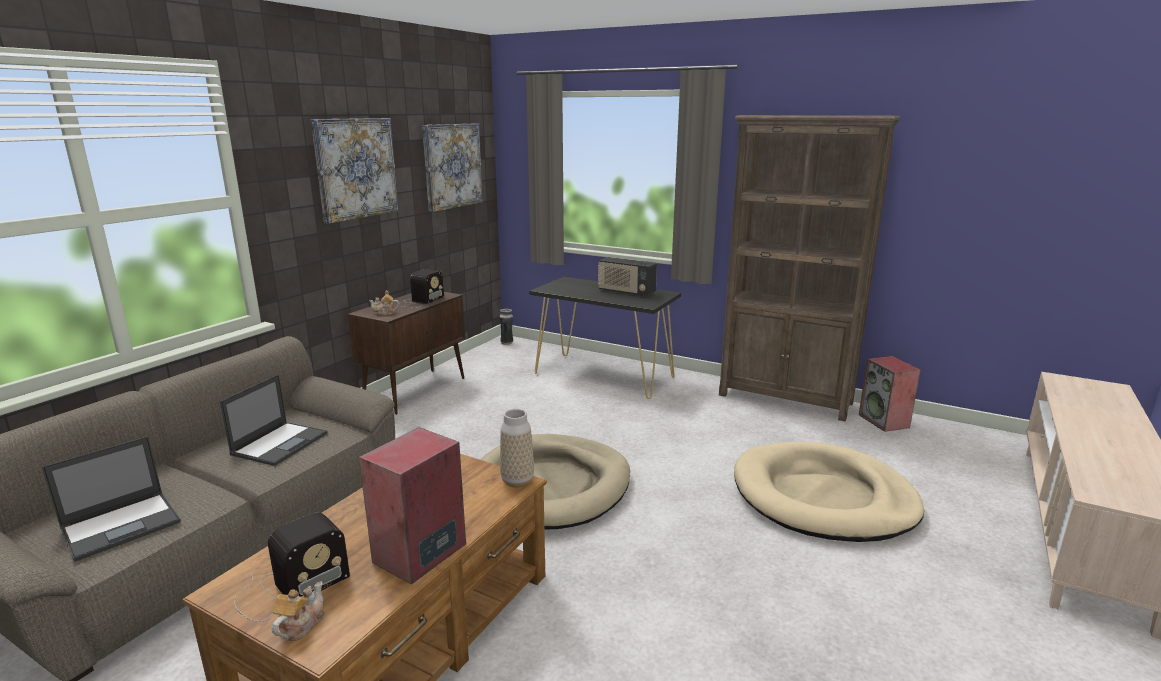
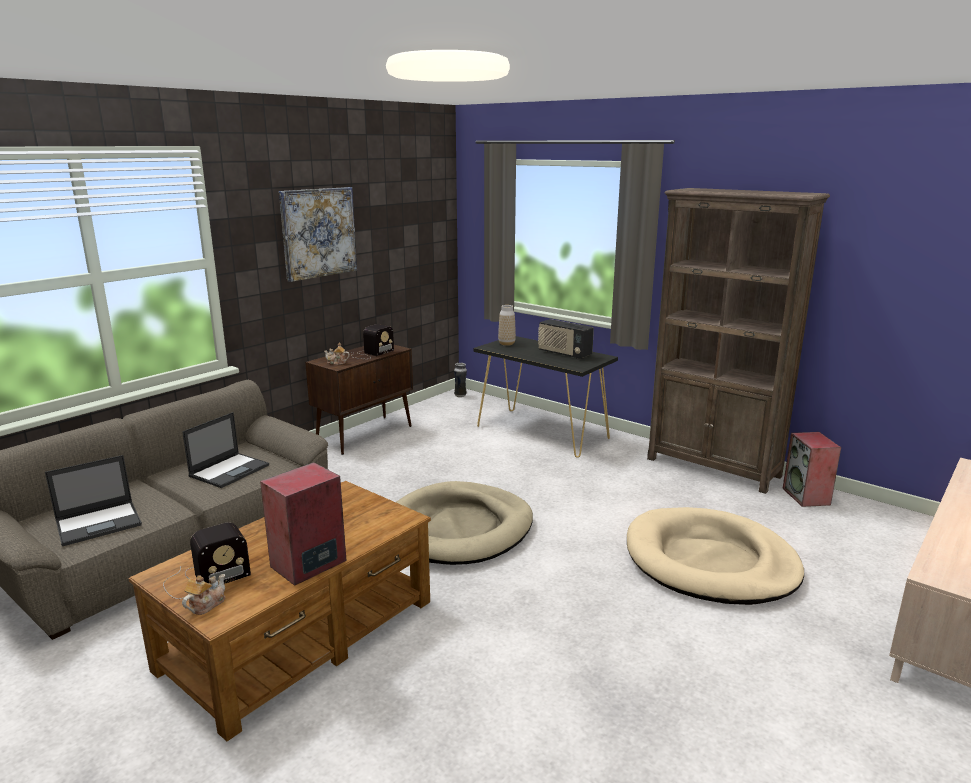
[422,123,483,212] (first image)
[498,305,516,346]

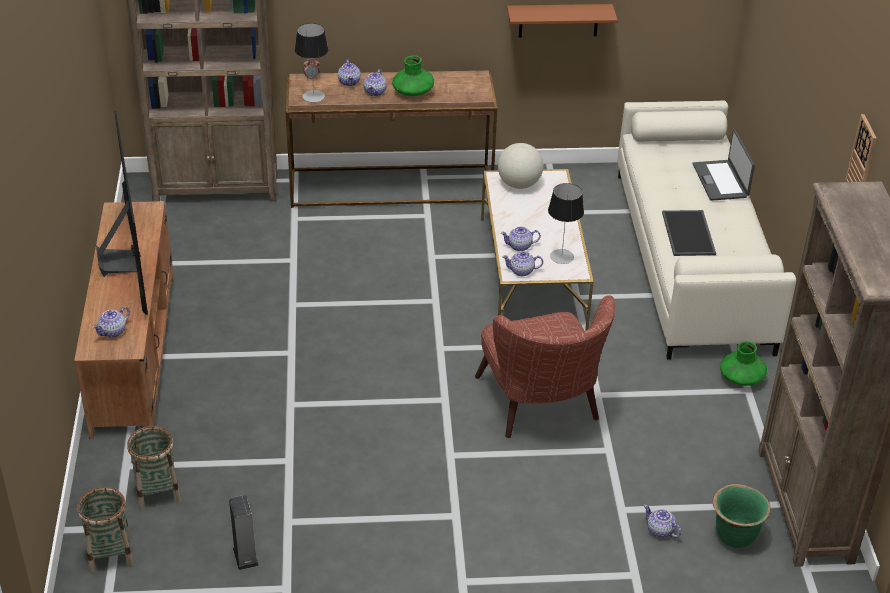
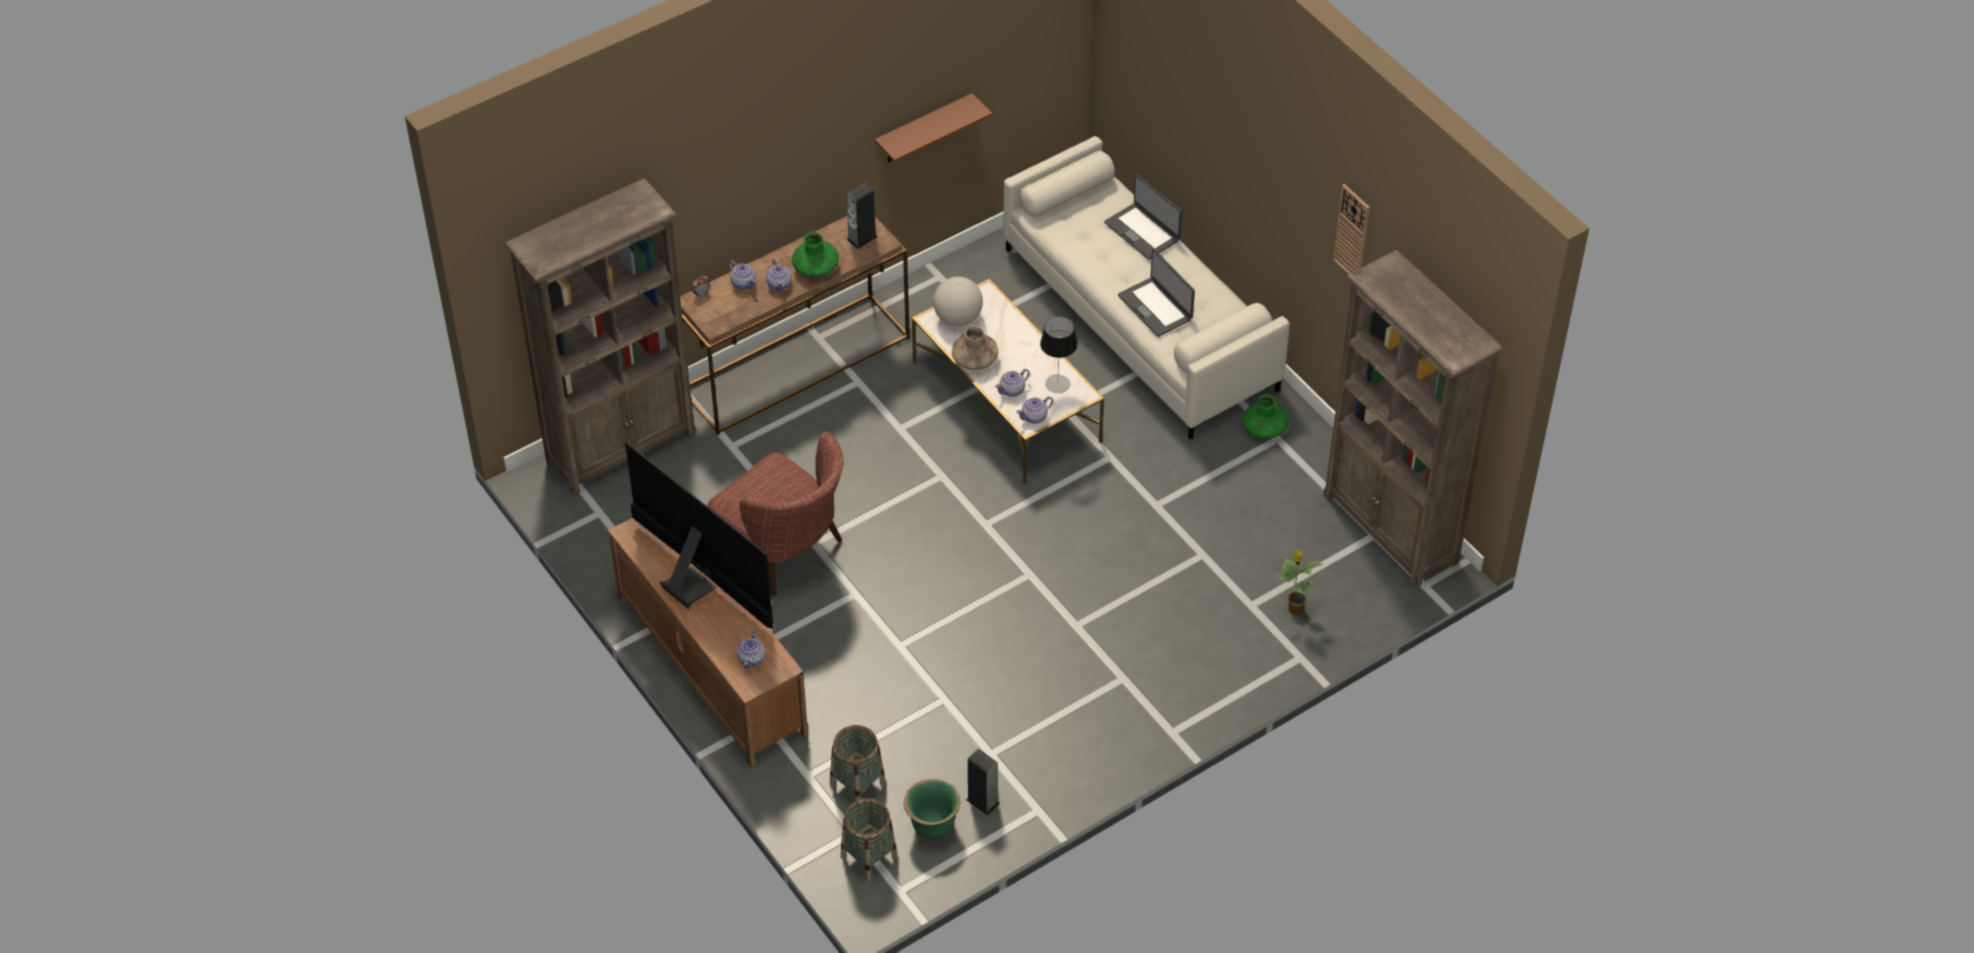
[295,23,329,102] (first image)
[1118,249,1195,337]
[706,431,843,596]
[904,779,960,841]
[1276,550,1324,615]
[846,182,877,249]
[952,325,998,370]

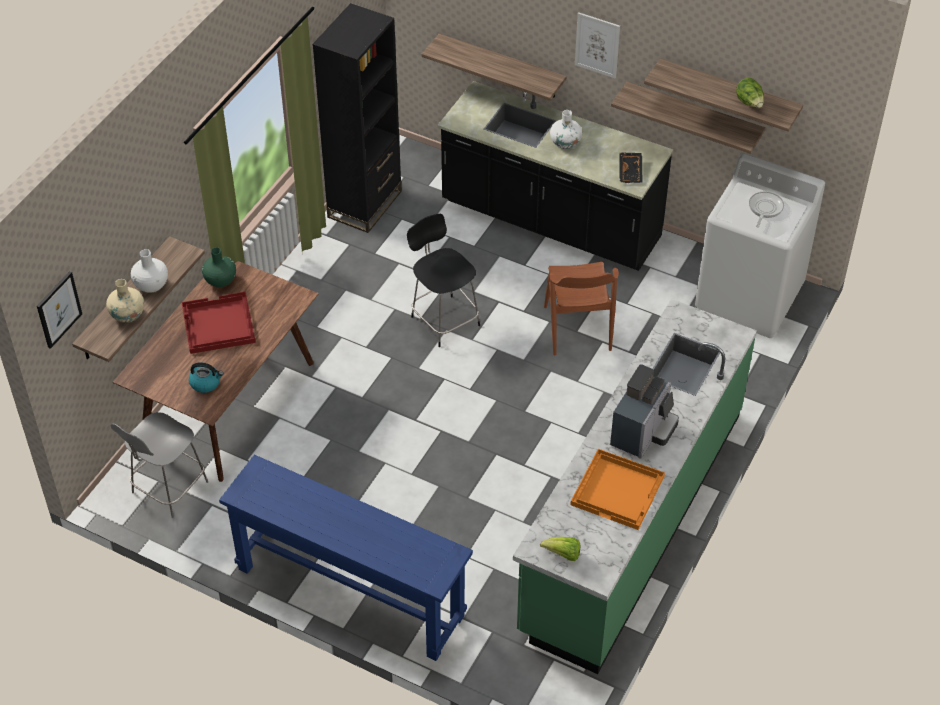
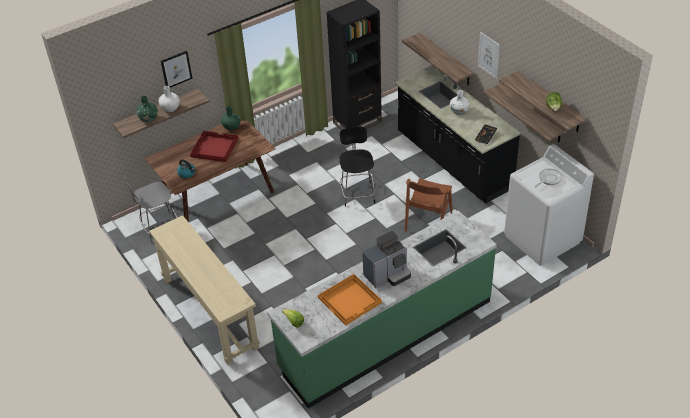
[161,51,192,88]
[136,96,158,122]
[149,215,260,365]

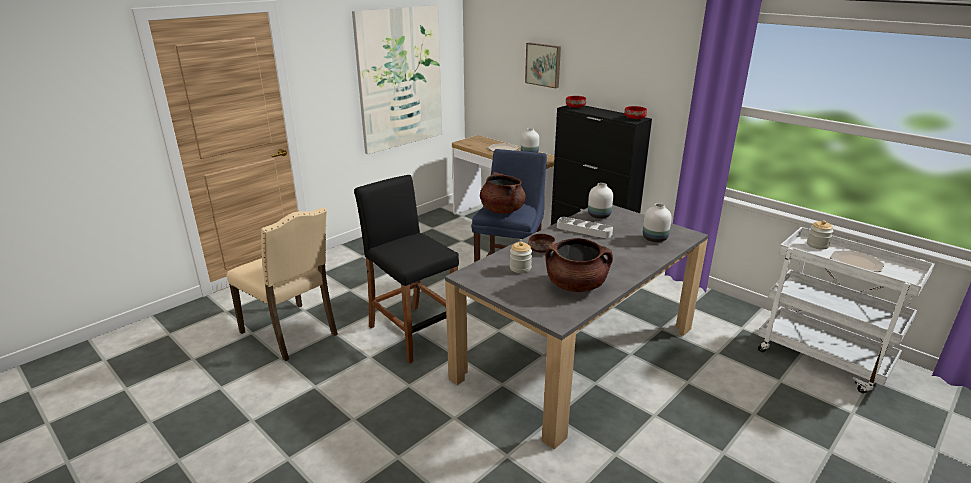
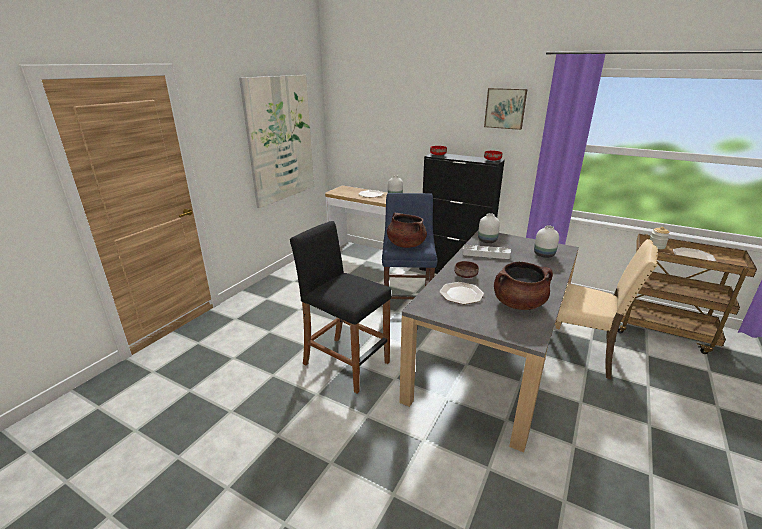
[484,88,528,130]
[556,239,658,379]
[618,234,757,354]
[439,282,484,304]

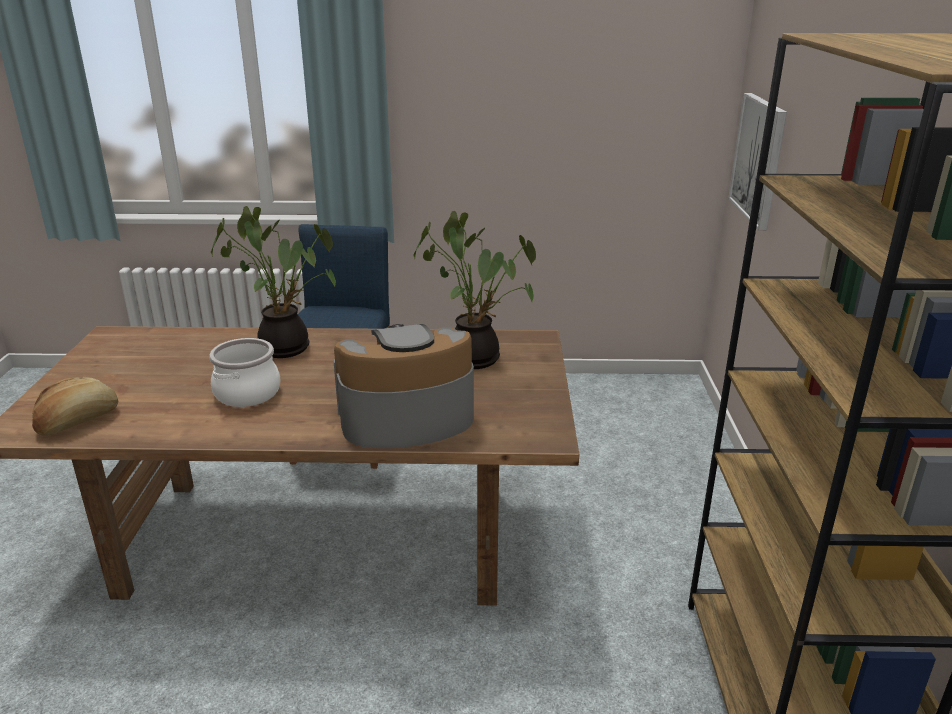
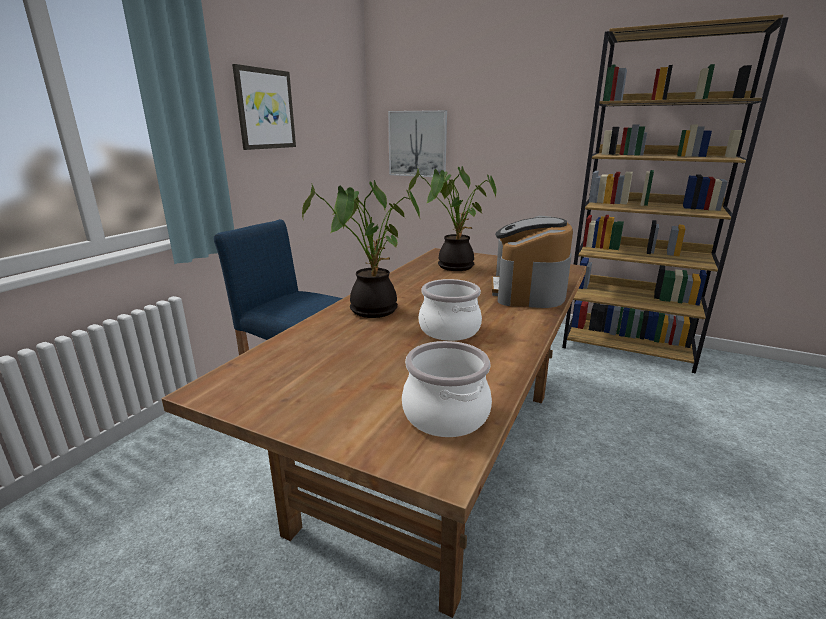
[402,341,492,437]
[232,64,296,150]

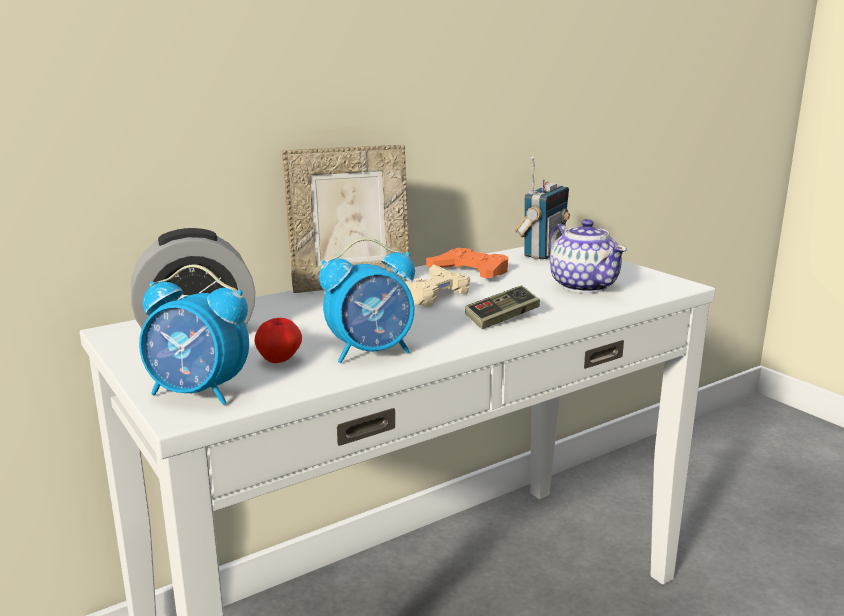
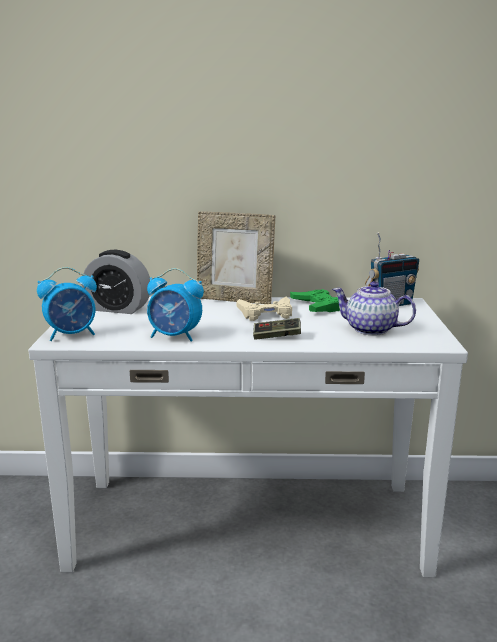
[332,281,416,336]
[290,289,340,312]
[37,267,97,341]
[254,318,302,363] (first image)

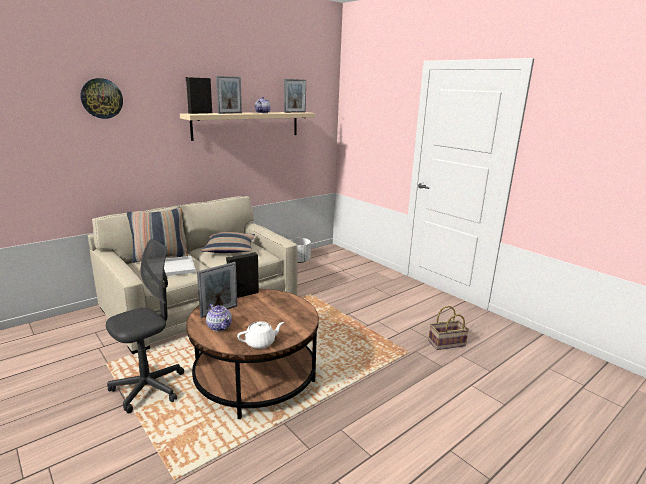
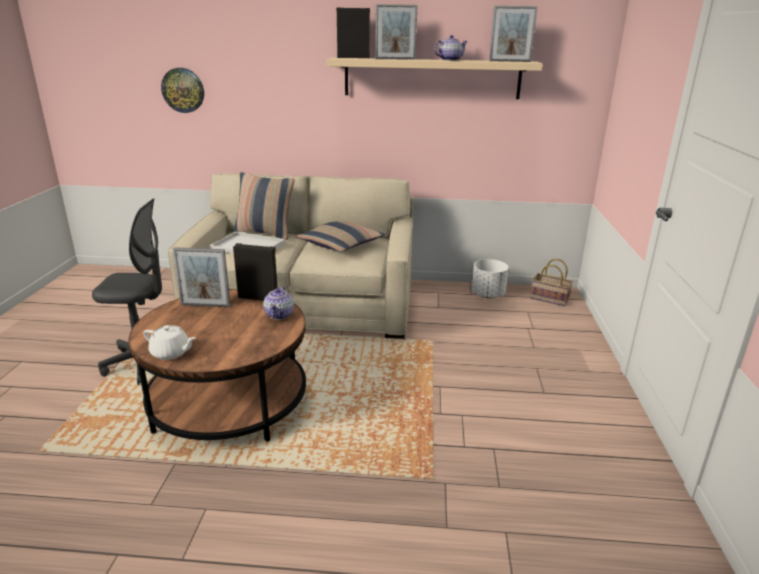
[161,68,204,113]
[263,286,294,320]
[530,259,573,306]

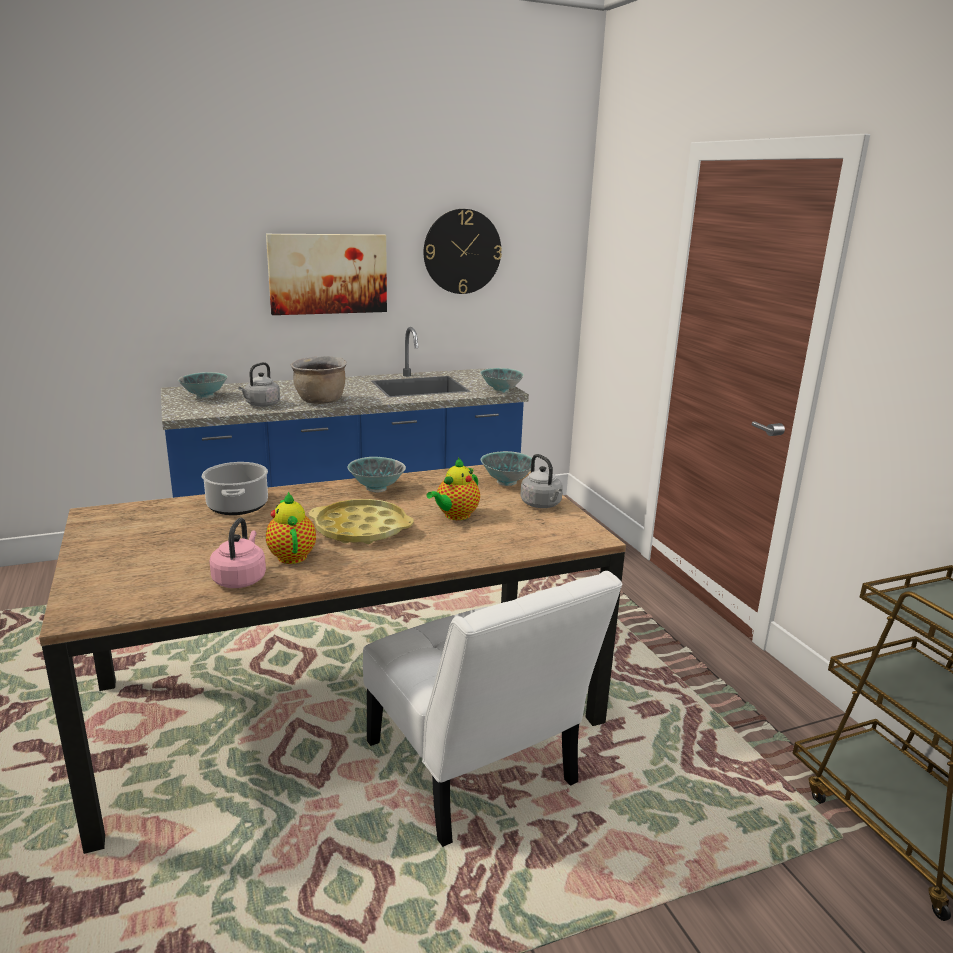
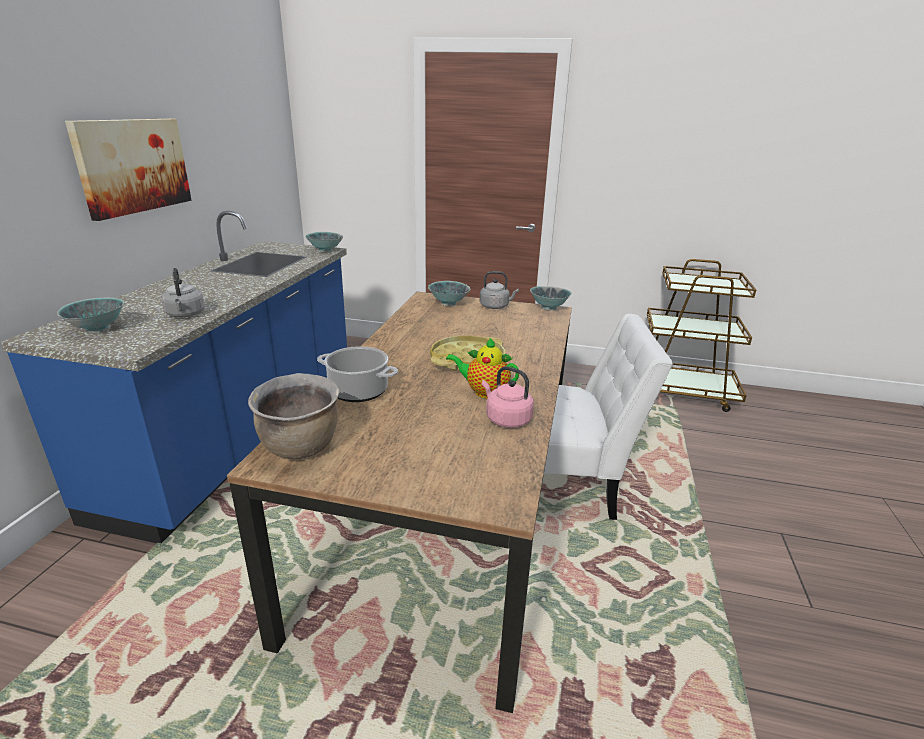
[424,209,502,294] (first image)
[248,373,339,459]
[530,286,572,311]
[426,458,480,520] (first image)

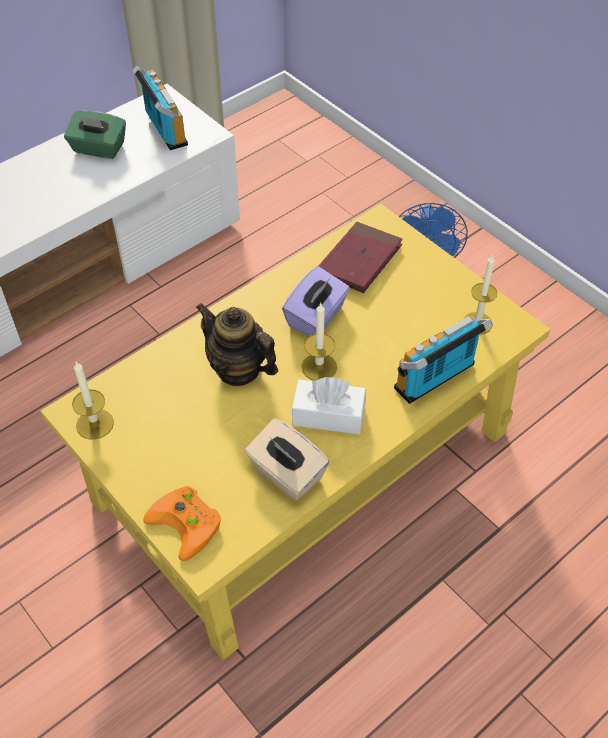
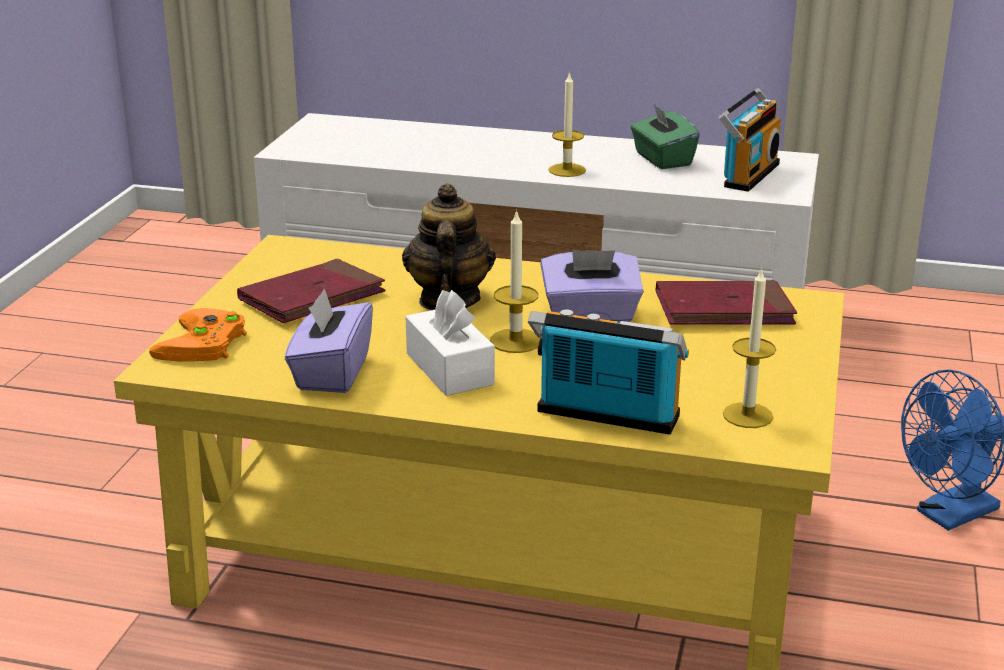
[549,72,586,177]
[285,289,373,393]
[237,259,385,323]

